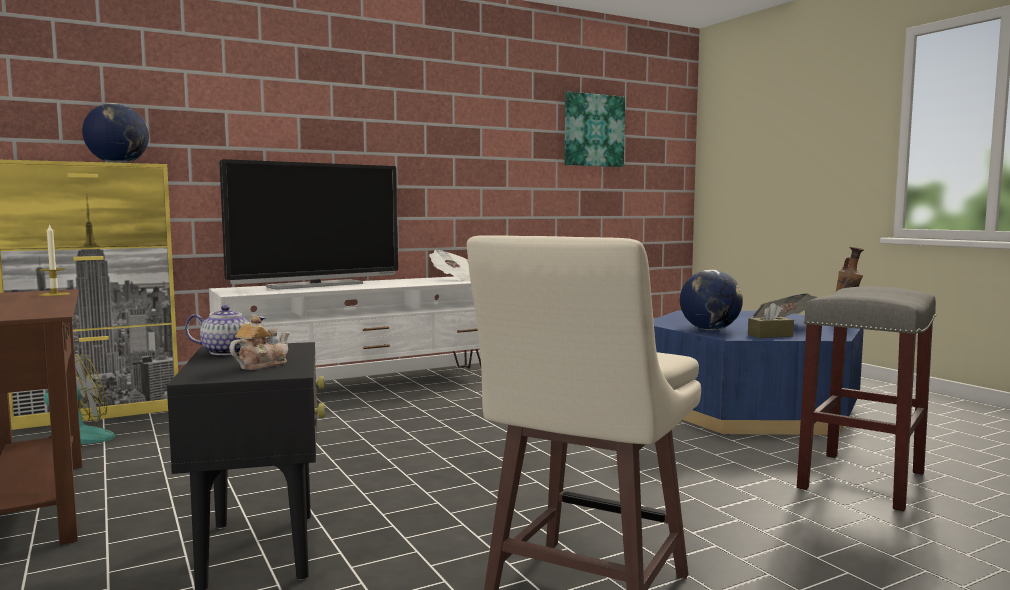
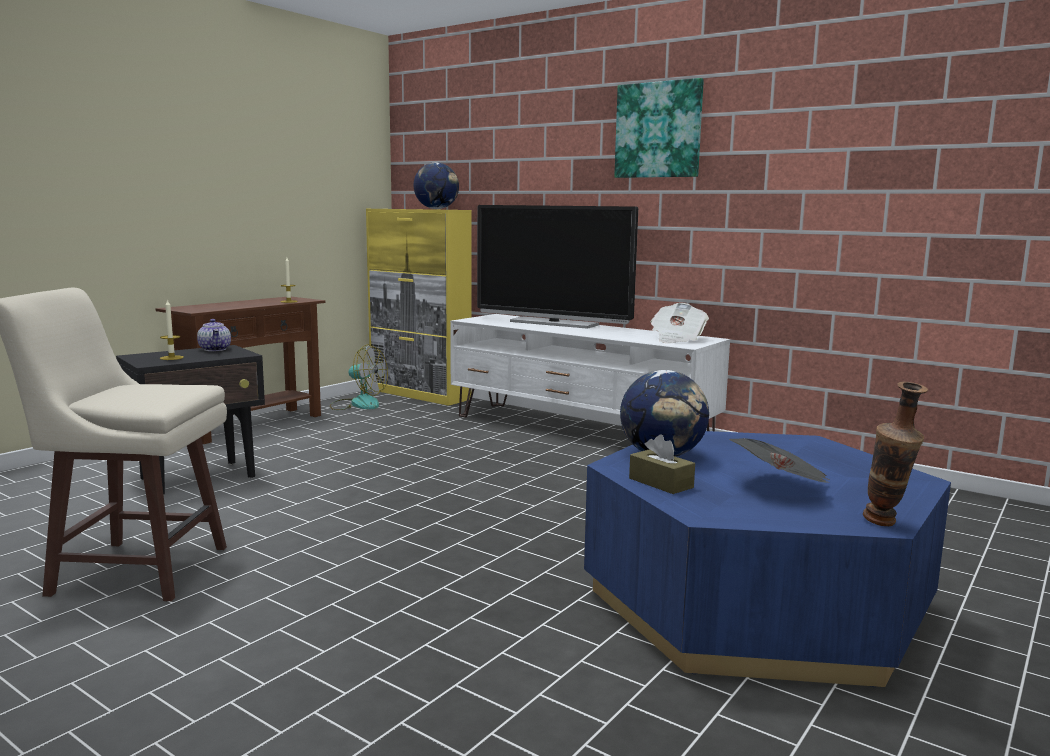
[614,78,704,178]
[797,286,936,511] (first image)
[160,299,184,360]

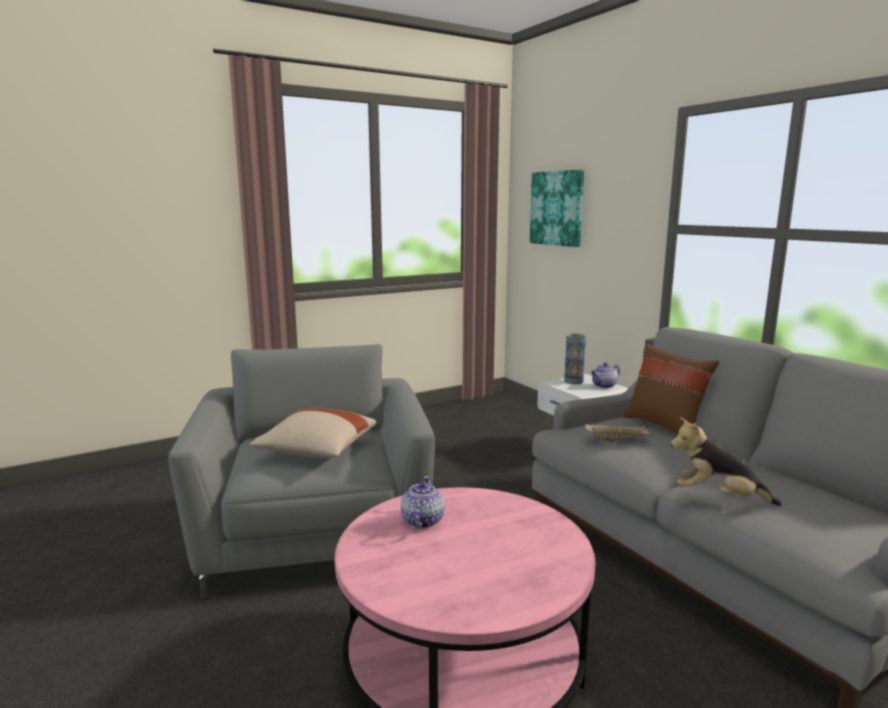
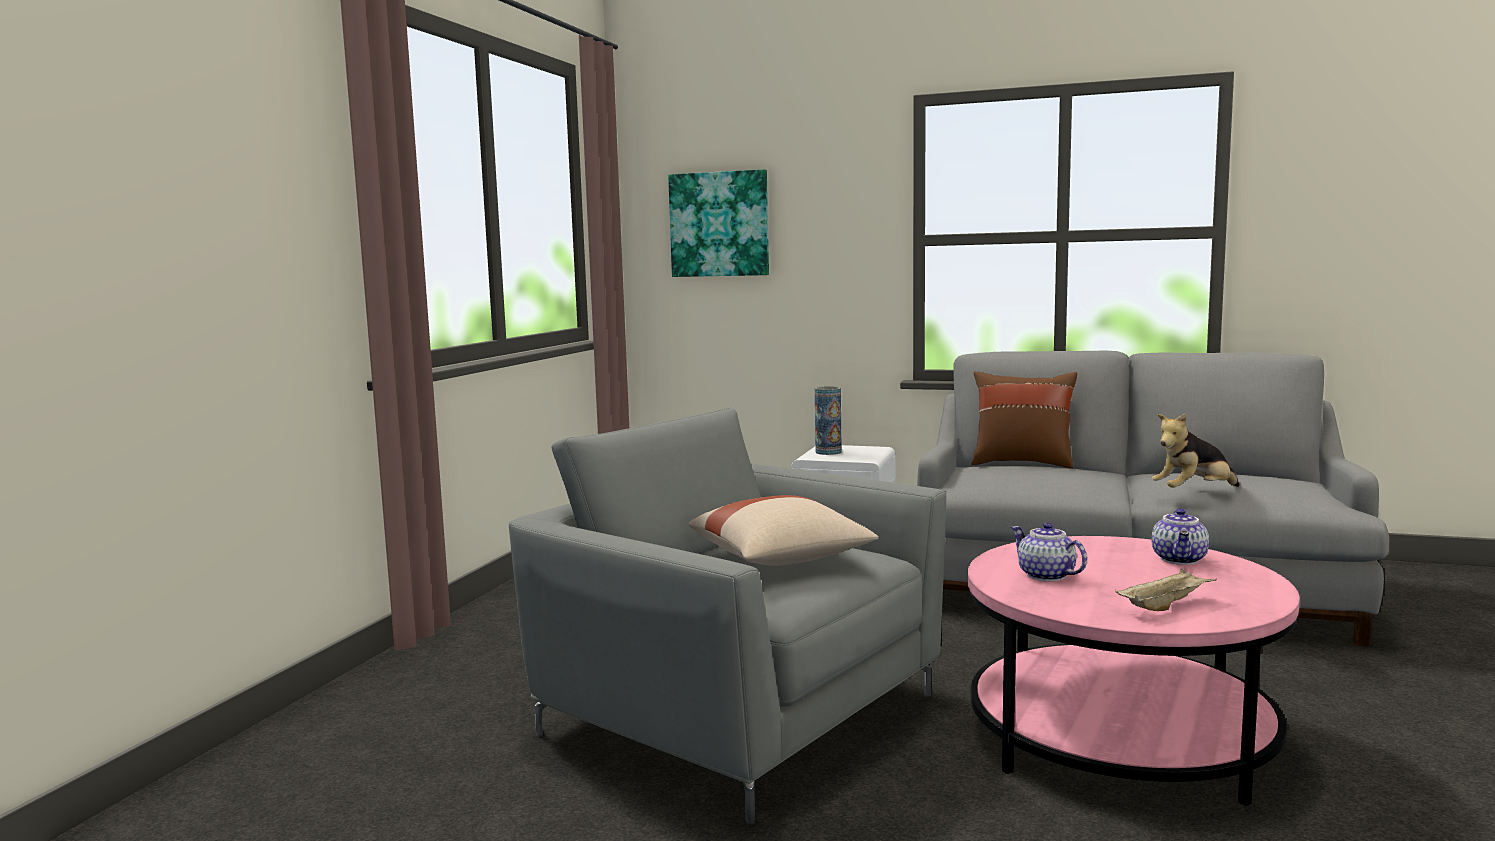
[1151,508,1209,565]
[1115,568,1217,611]

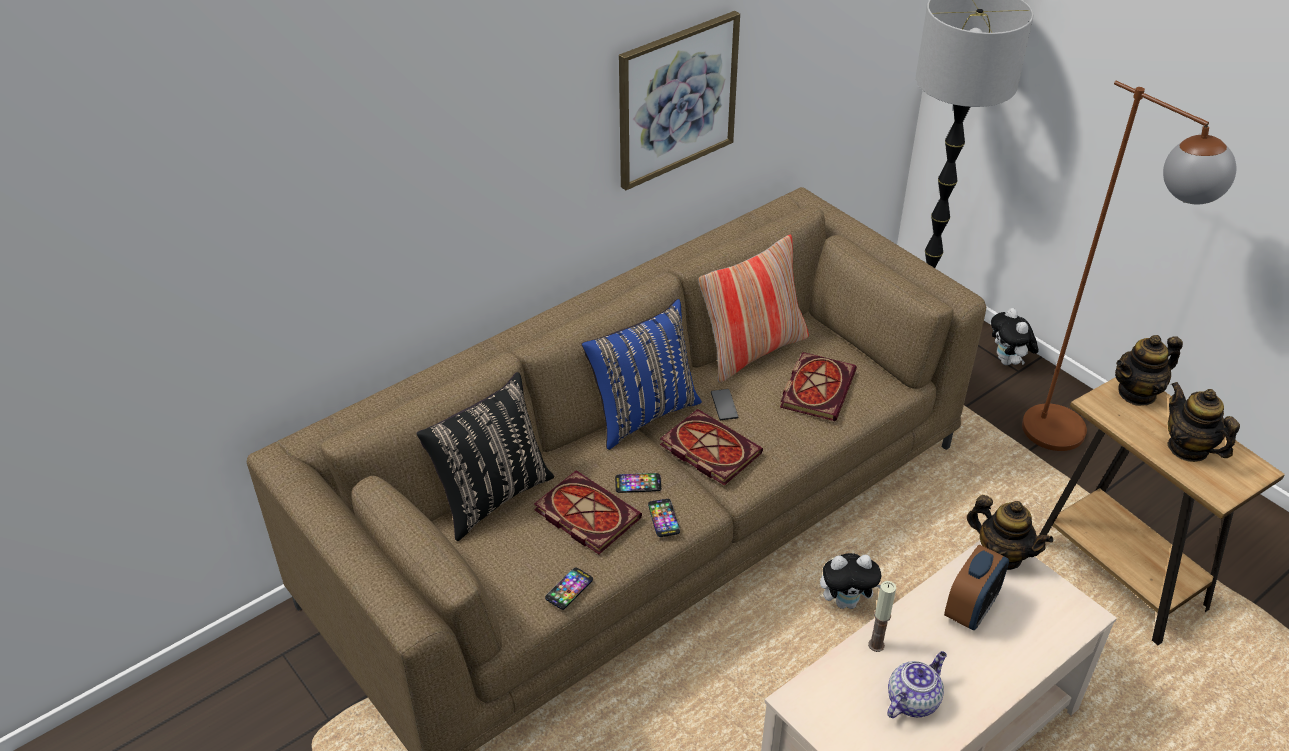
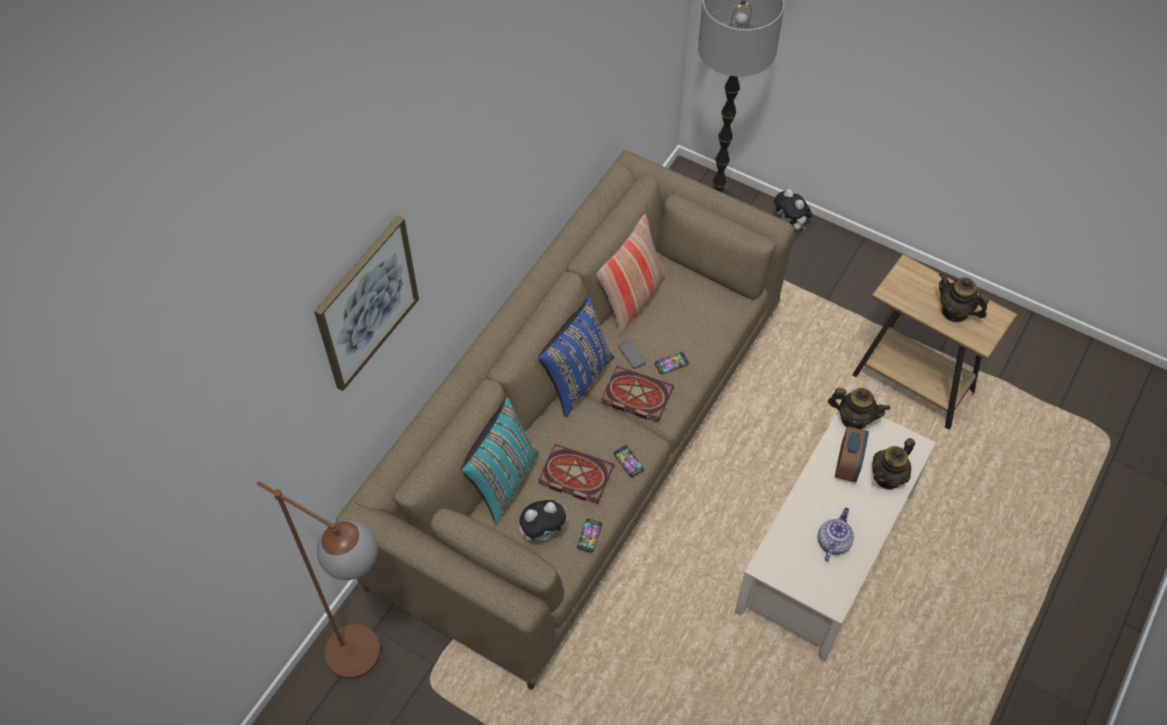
[314,216,419,391]
[257,481,380,679]
[872,438,915,490]
[780,352,857,421] (first image)
[461,397,539,525]
[655,352,689,374]
[519,500,570,541]
[868,581,896,652] (first image)

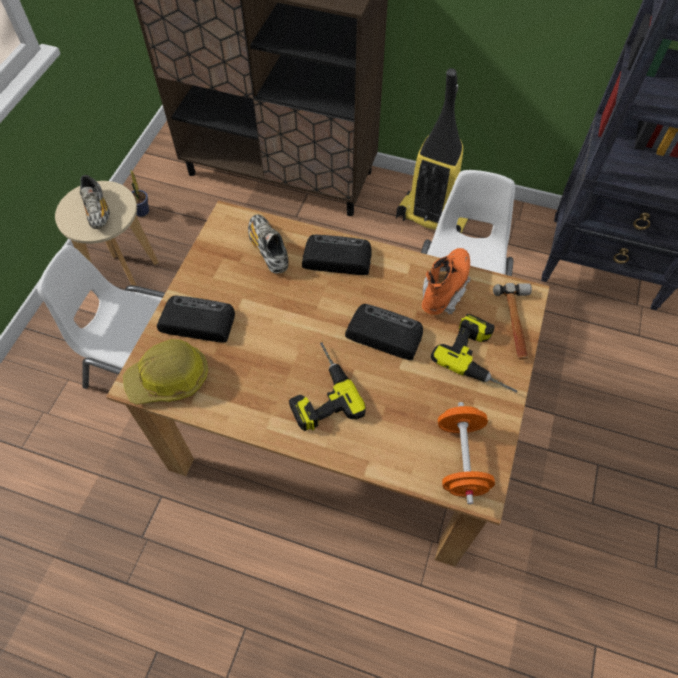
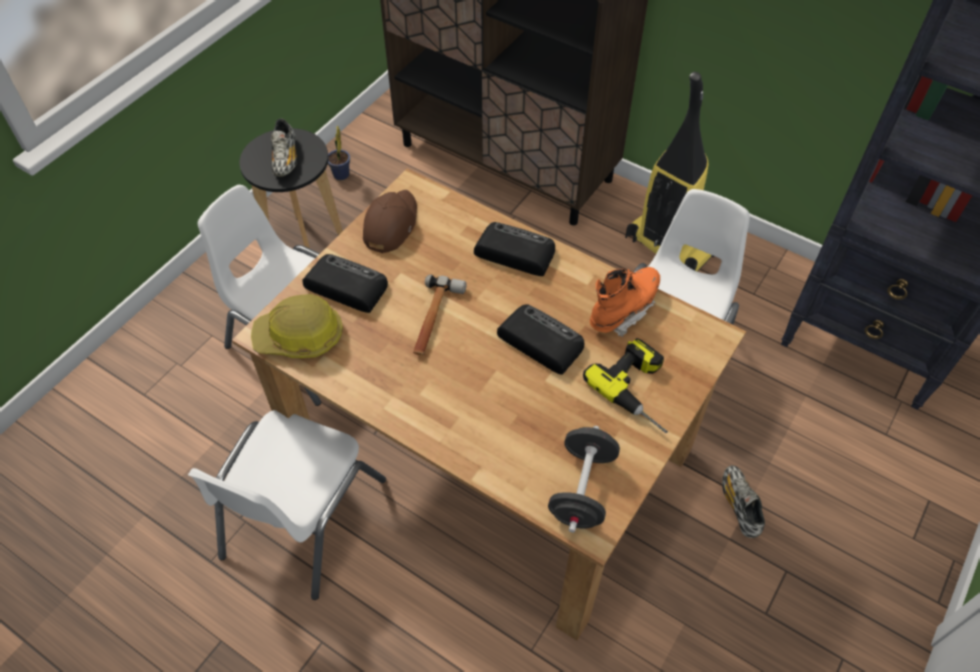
[239,128,343,248]
[722,465,765,538]
[413,275,467,355]
[289,342,366,431] (first image)
[548,426,620,533]
[363,190,417,253]
[188,410,386,600]

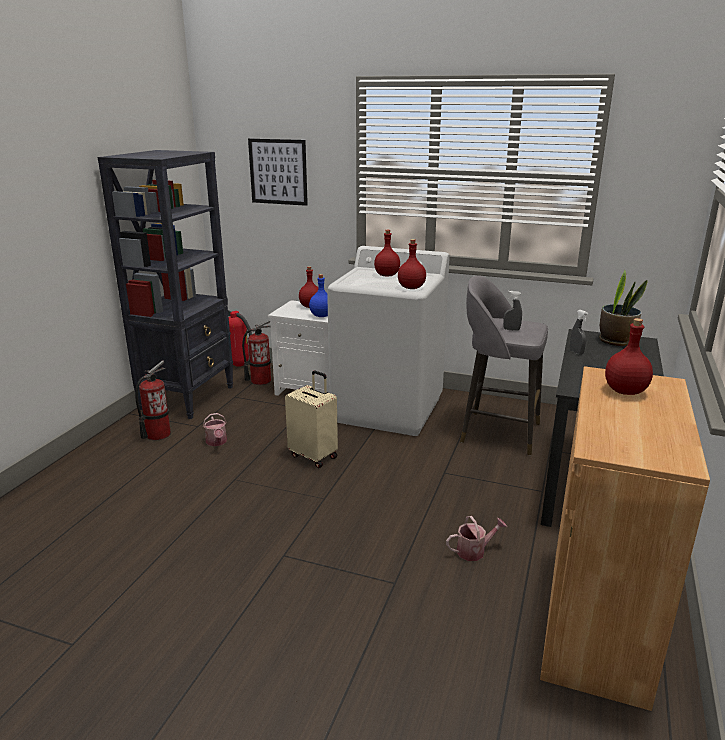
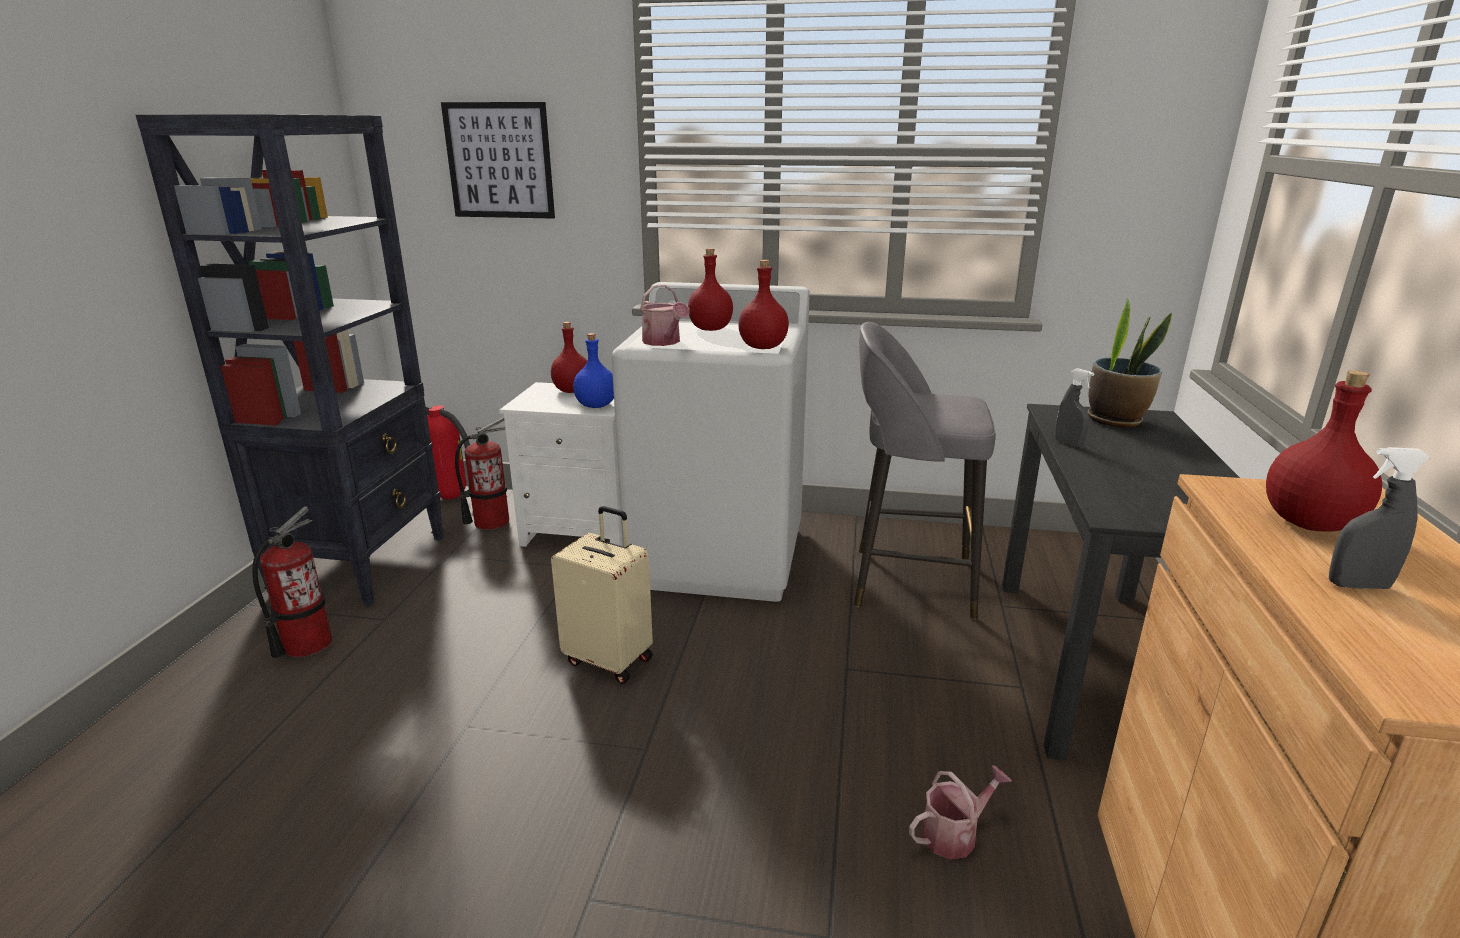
[1329,447,1430,589]
[640,284,690,346]

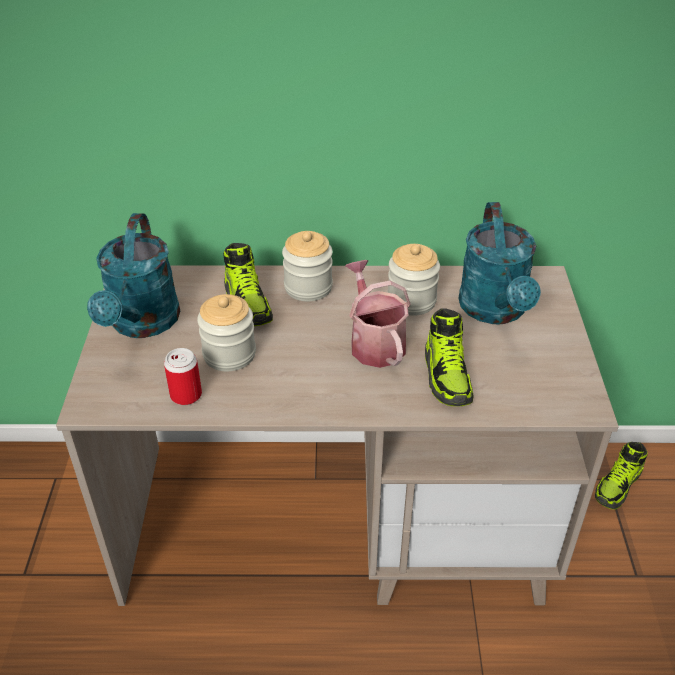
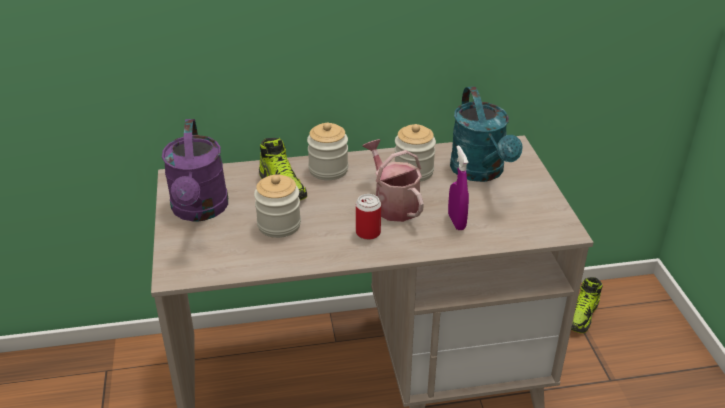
[162,119,228,222]
[448,146,469,230]
[356,194,381,240]

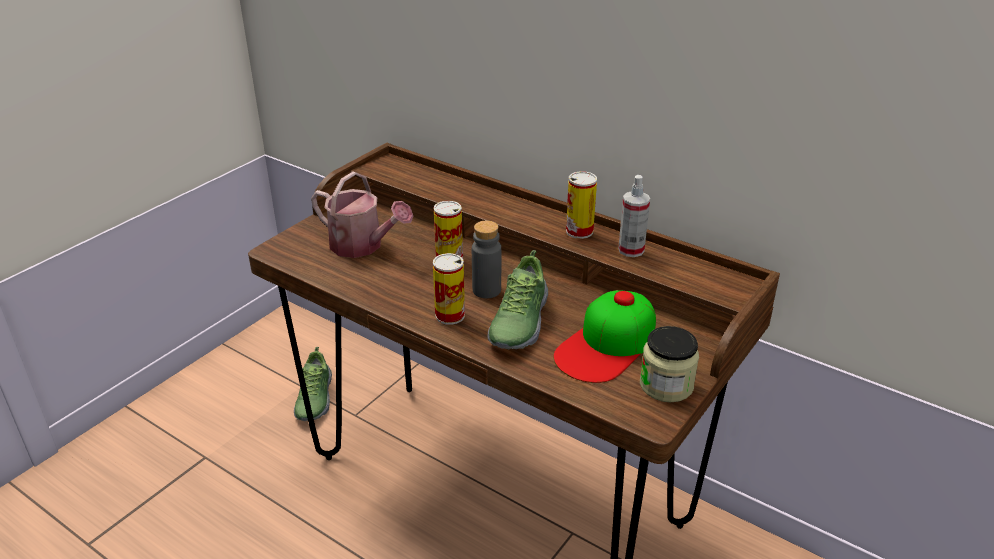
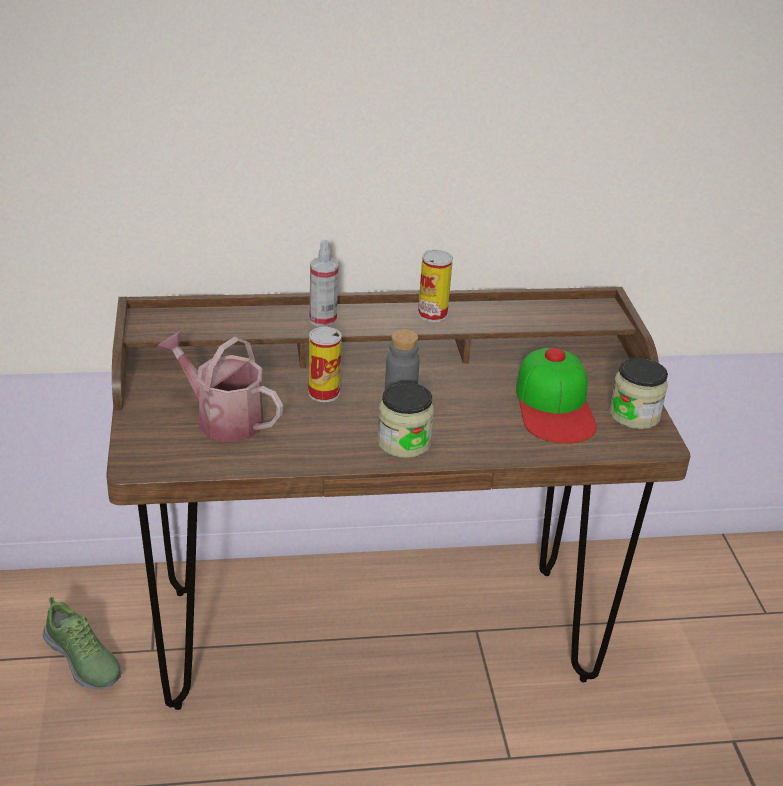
[157,331,283,442]
[309,240,338,327]
[487,250,548,349] (first image)
[377,382,434,458]

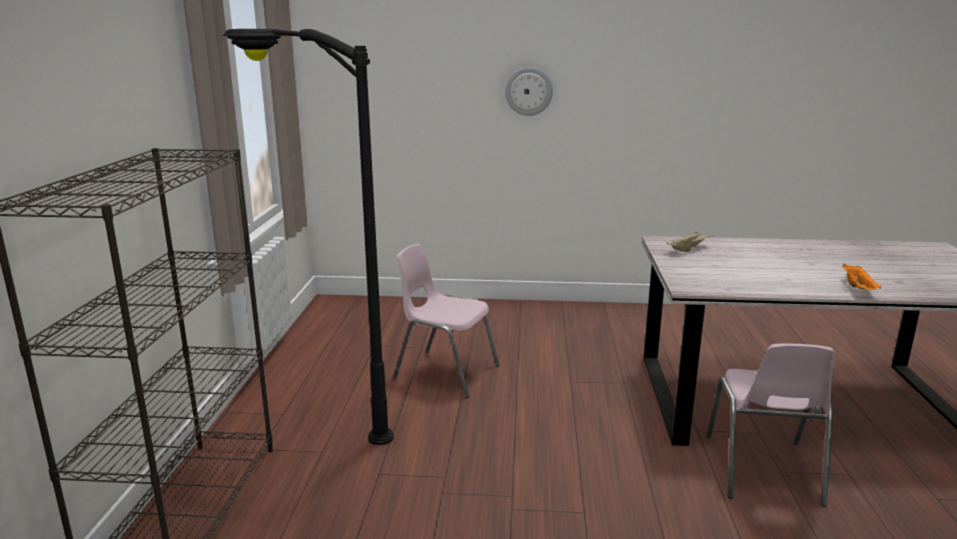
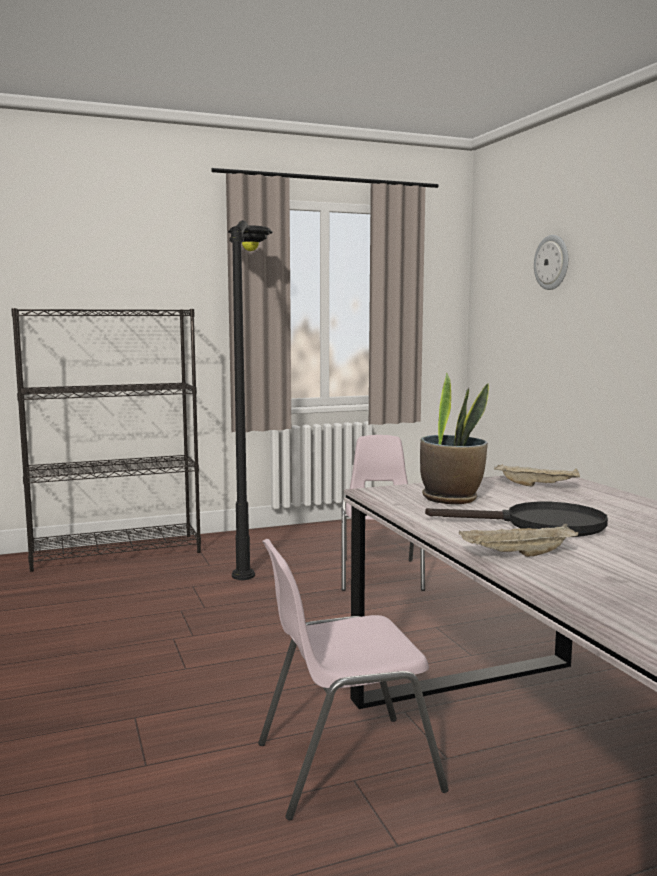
[534,235,568,290]
[459,524,578,557]
[420,372,489,504]
[425,502,608,537]

